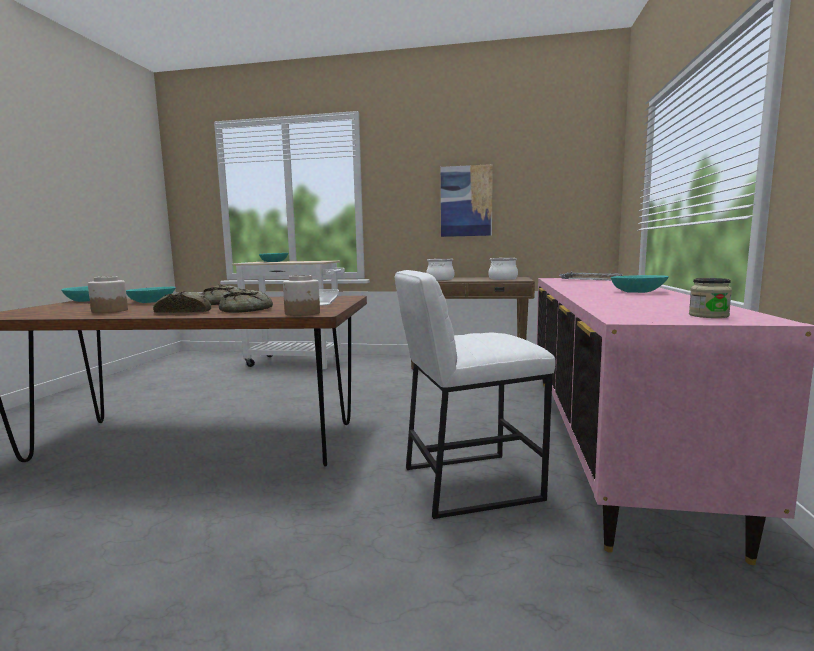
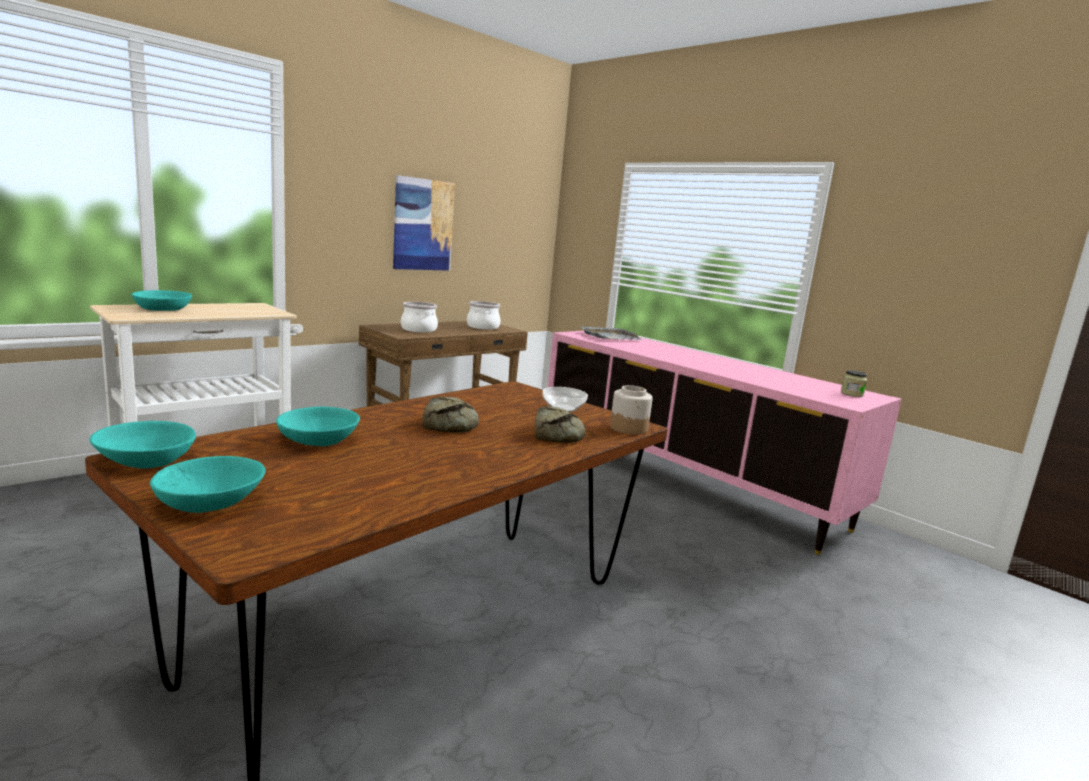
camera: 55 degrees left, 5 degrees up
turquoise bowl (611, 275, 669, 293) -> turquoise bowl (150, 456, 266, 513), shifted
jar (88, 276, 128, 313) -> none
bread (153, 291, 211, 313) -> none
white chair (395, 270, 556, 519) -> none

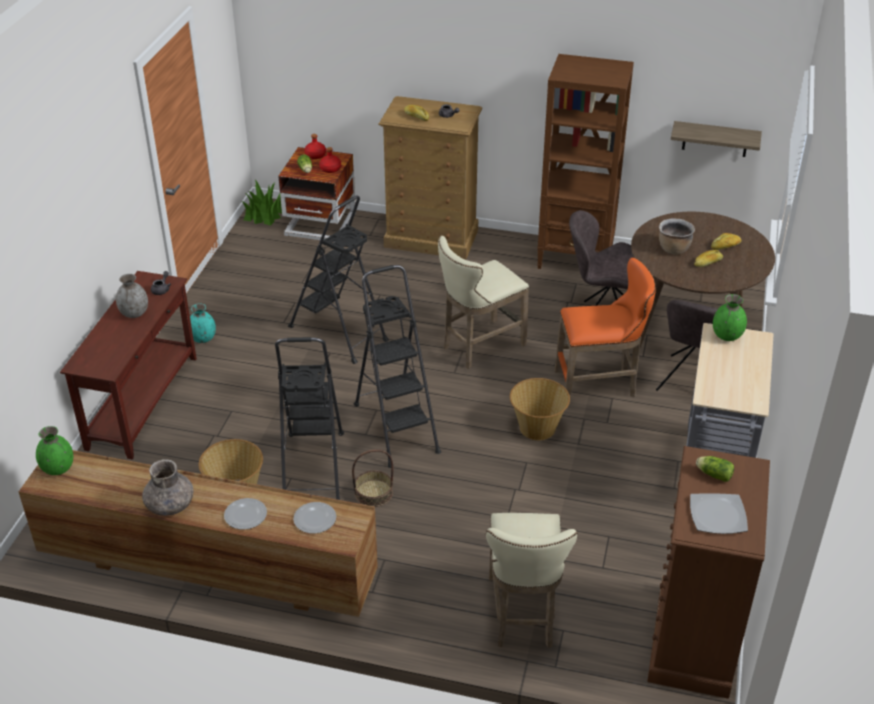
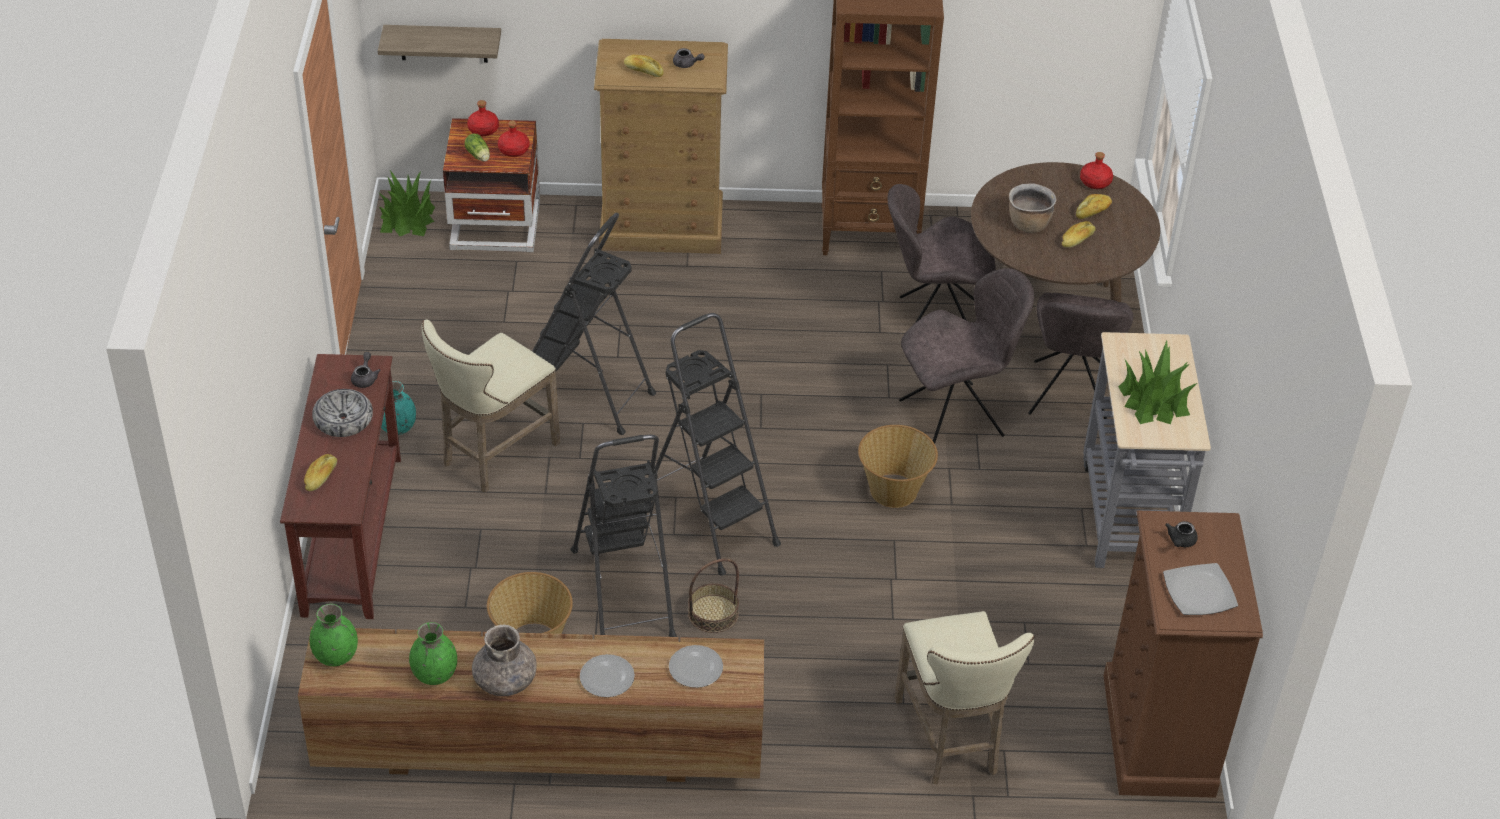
camera: 15 degrees left, 5 degrees up
none -> bread (304, 454, 337, 491)
grey vase (116, 274, 148, 318) -> bowl (312, 389, 373, 437)
shelf (671, 121, 762, 157) -> shelf (378, 25, 501, 63), shifted
green vase (713, 294, 747, 341) -> green vase (409, 622, 457, 685), shifted
beige stool (438, 236, 529, 369) -> beige stool (421, 319, 560, 493), shifted
orange stool (555, 258, 656, 397) -> grey chair (899, 268, 1034, 444)
none -> red bottle (1080, 152, 1113, 189)
none -> potted plant (1118, 341, 1197, 424)
lettuce (696, 456, 734, 482) -> black teapot (1165, 521, 1198, 547)

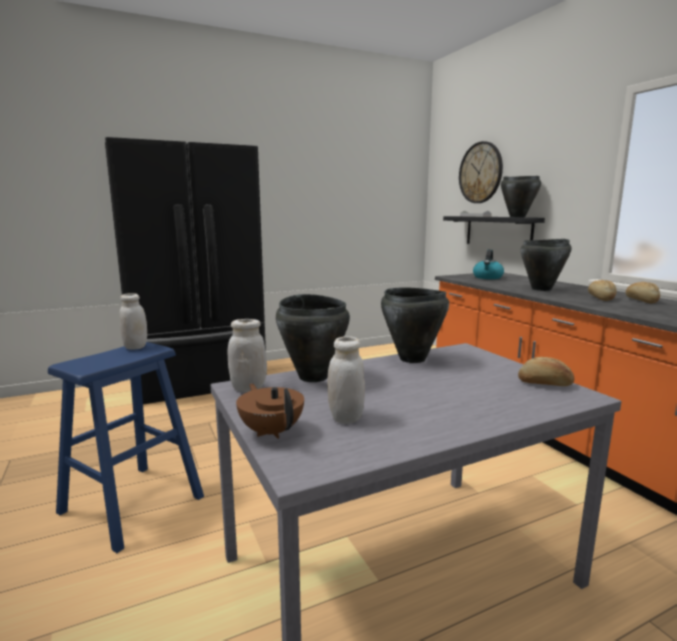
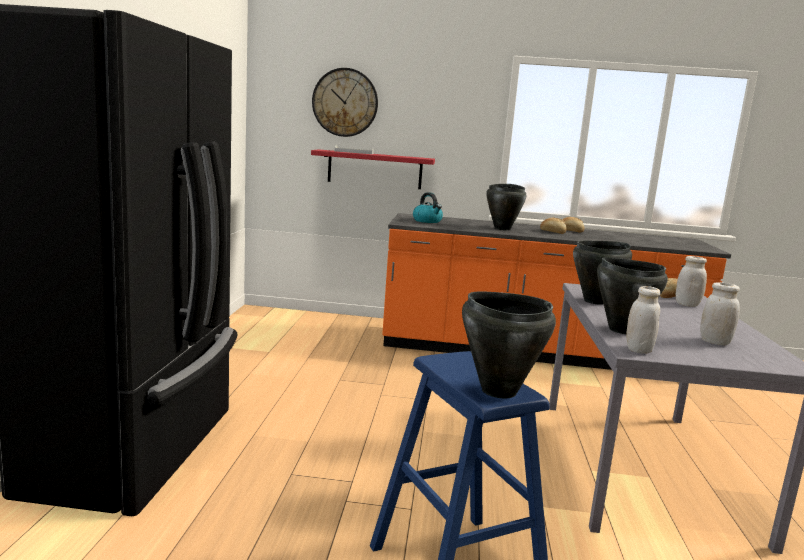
camera: 60 degrees left, 0 degrees up
black shelf (443, 216, 545, 244) -> red shelf (311, 149, 435, 189)
black cooking pot (501, 176, 541, 217) -> black cooking pot (462, 292, 556, 399), shifted
white jar (120, 293, 147, 350) -> white jar (676, 256, 707, 307), shifted
brown teapot (236, 383, 304, 439) -> none

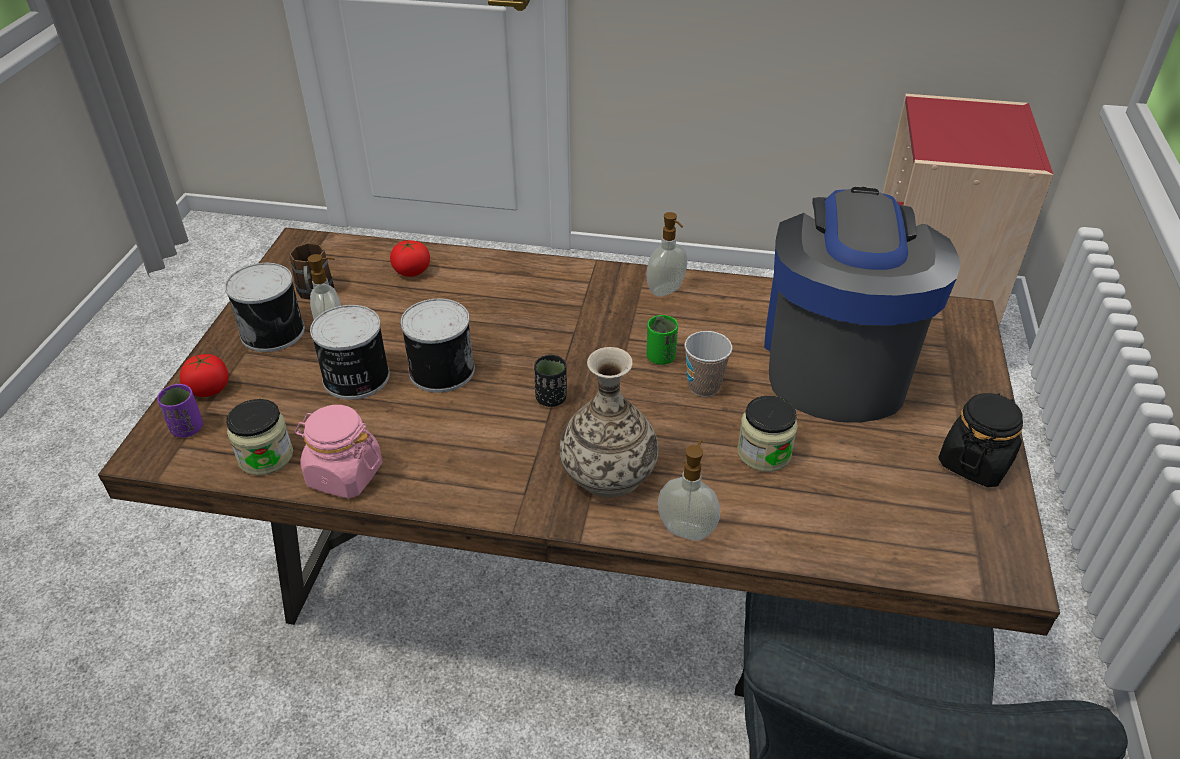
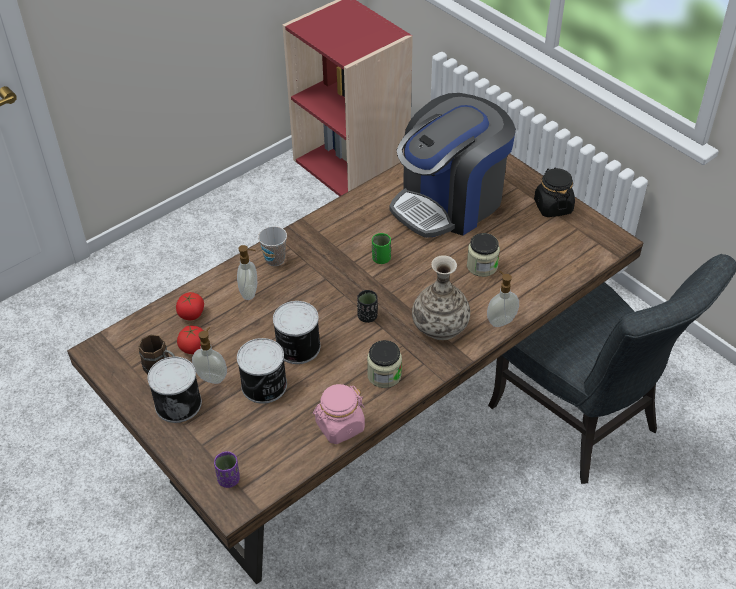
camera: 50 degrees left, 5 degrees up
tomato (180, 354, 229, 397) -> tomato (177, 326, 204, 354), shifted
soap dispenser (646, 212, 687, 297) -> soap dispenser (237, 245, 257, 300), shifted
cup (685, 331, 732, 397) -> cup (258, 226, 287, 266), shifted
jar (226, 399, 293, 475) -> jar (367, 340, 402, 388), shifted
coffee machine (764, 187, 960, 423) -> coffee machine (390, 93, 516, 238), 90 degrees counterclockwise

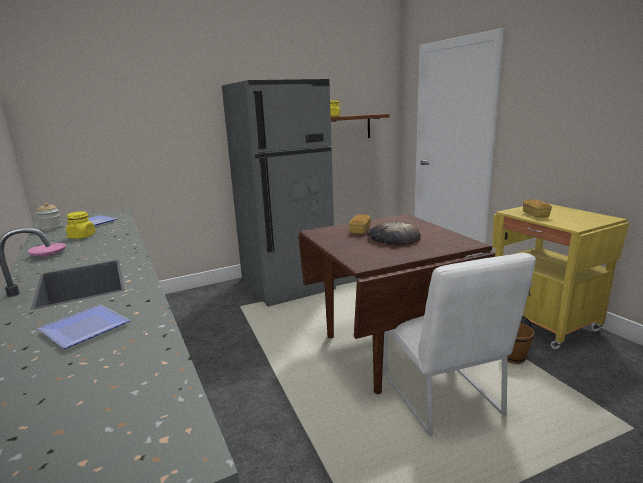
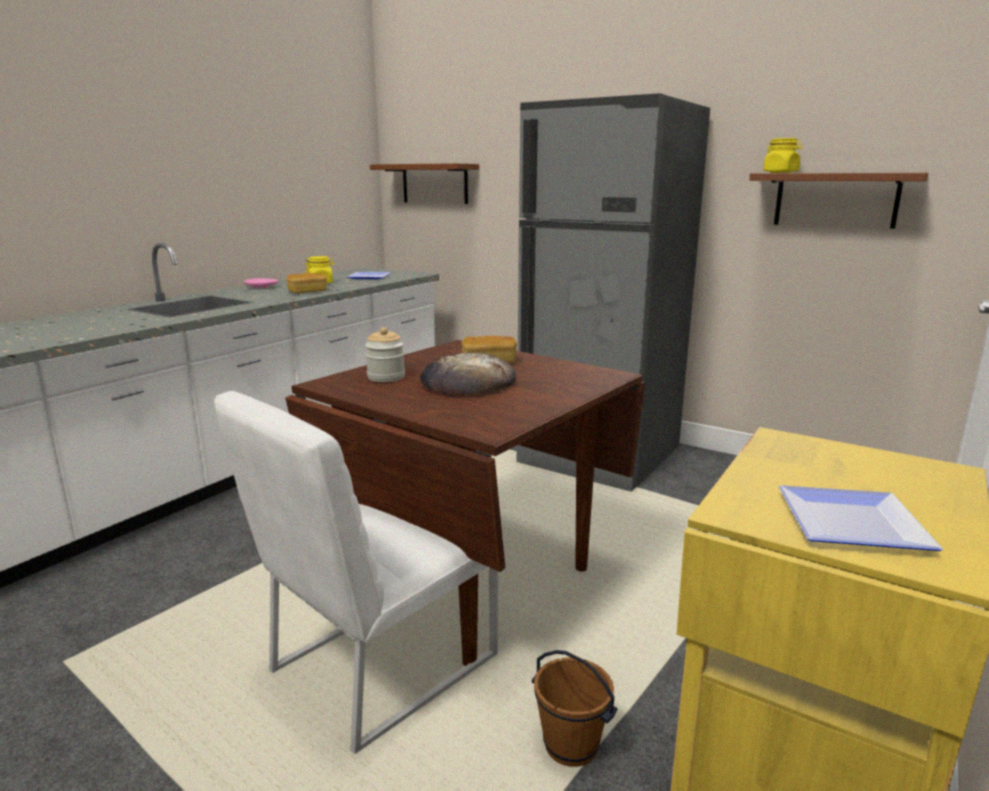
camera: 60 degrees right, 0 degrees up
bread (523, 199, 552, 218) -> bread (286, 273, 327, 293), shifted
jar (37, 203, 63, 231) -> jar (365, 327, 405, 382), shifted
none -> brown shelf (370, 163, 479, 204)
plate (38, 305, 130, 349) -> plate (779, 485, 943, 551), shifted

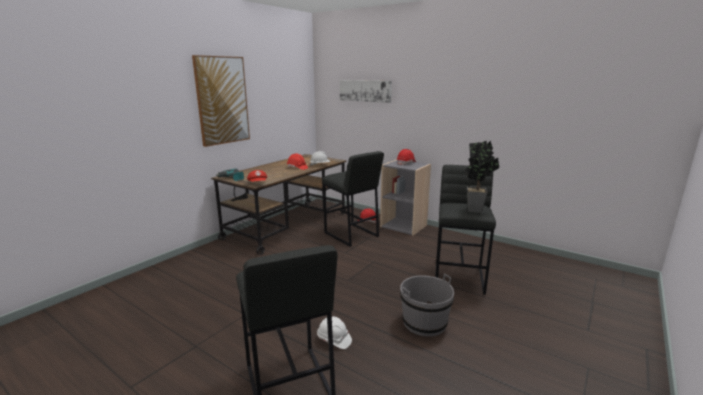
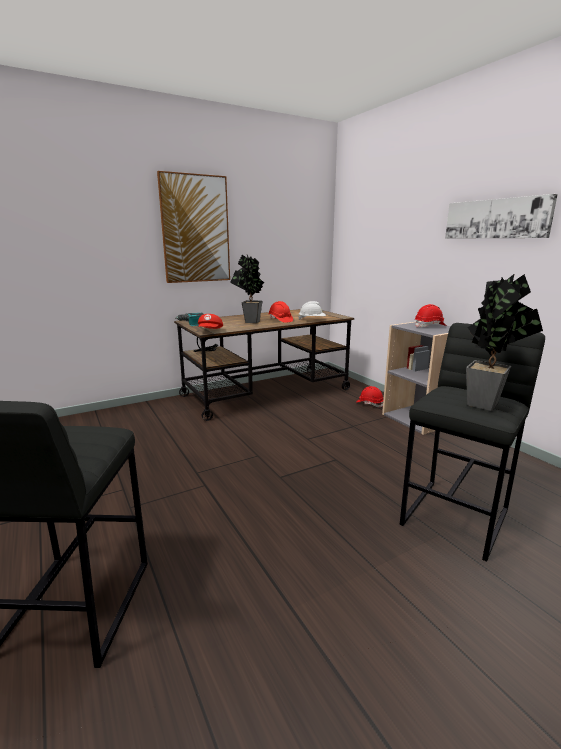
camera: 25 degrees right, 0 degrees up
none -> potted plant (230, 255, 264, 323)
picture (340, 80, 392, 103) -> picture (445, 194, 558, 239), shifted
white hard hat (317, 316, 352, 349) -> none
black stool (322, 151, 384, 247) -> none
grey bucket (400, 274, 454, 337) -> none

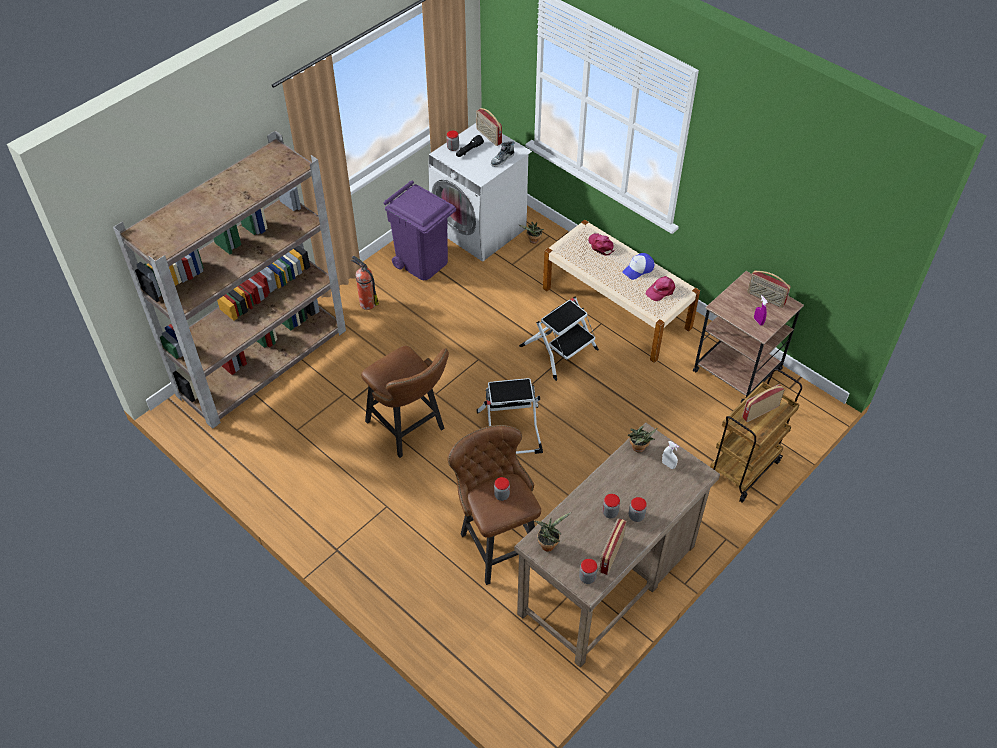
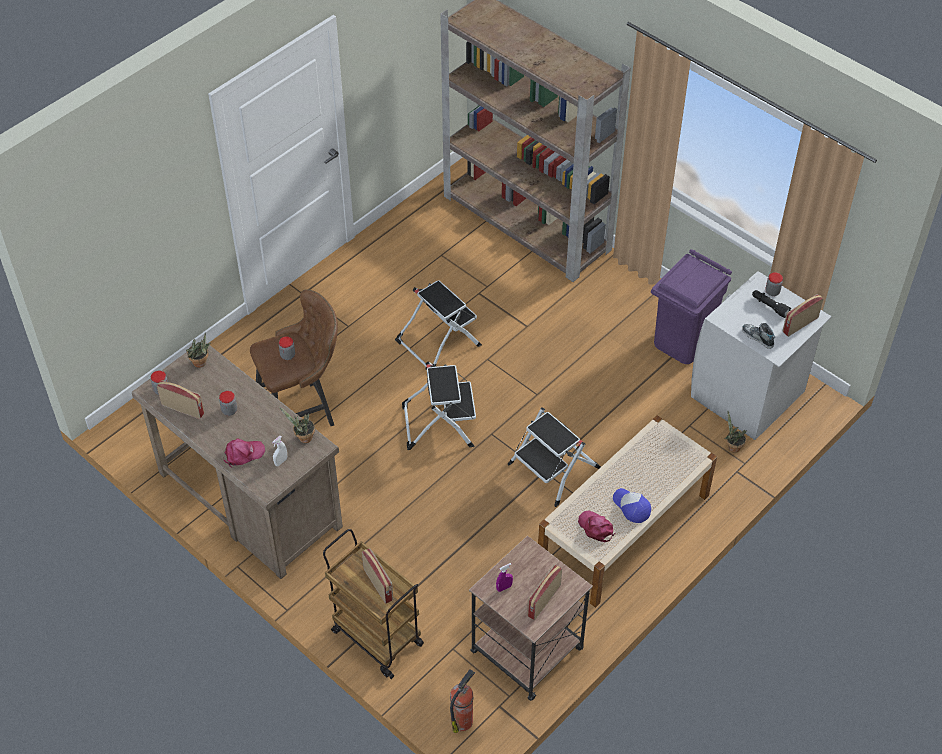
camera: 90 degrees right, 0 degrees up
pink cap (588, 233, 615, 256) -> pink cap (224, 439, 265, 467), shifted
brown stool (361, 346, 449, 458) -> step ladder (395, 280, 482, 370)
fire extinguisher (351, 256, 379, 310) -> fire extinguisher (450, 669, 475, 733), shifted
jar (629, 497, 647, 522) -> none

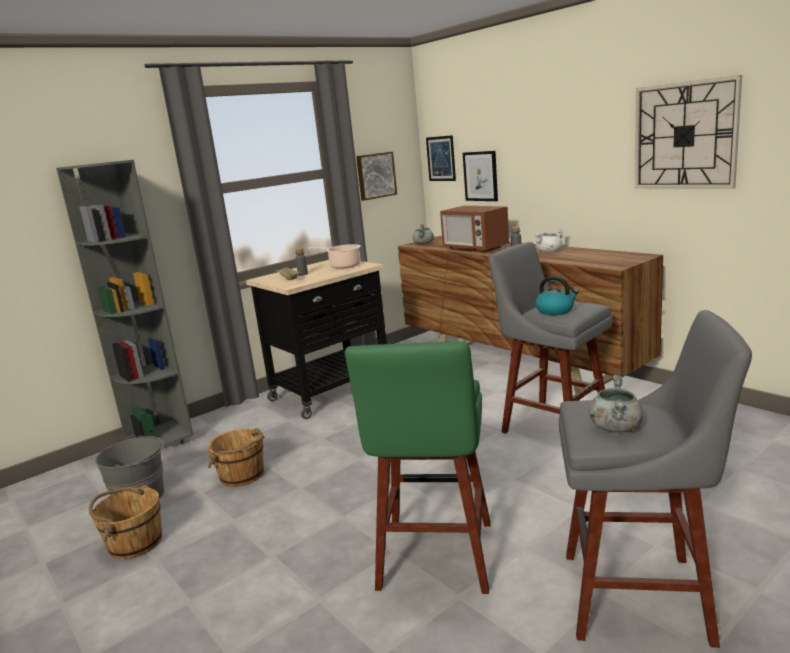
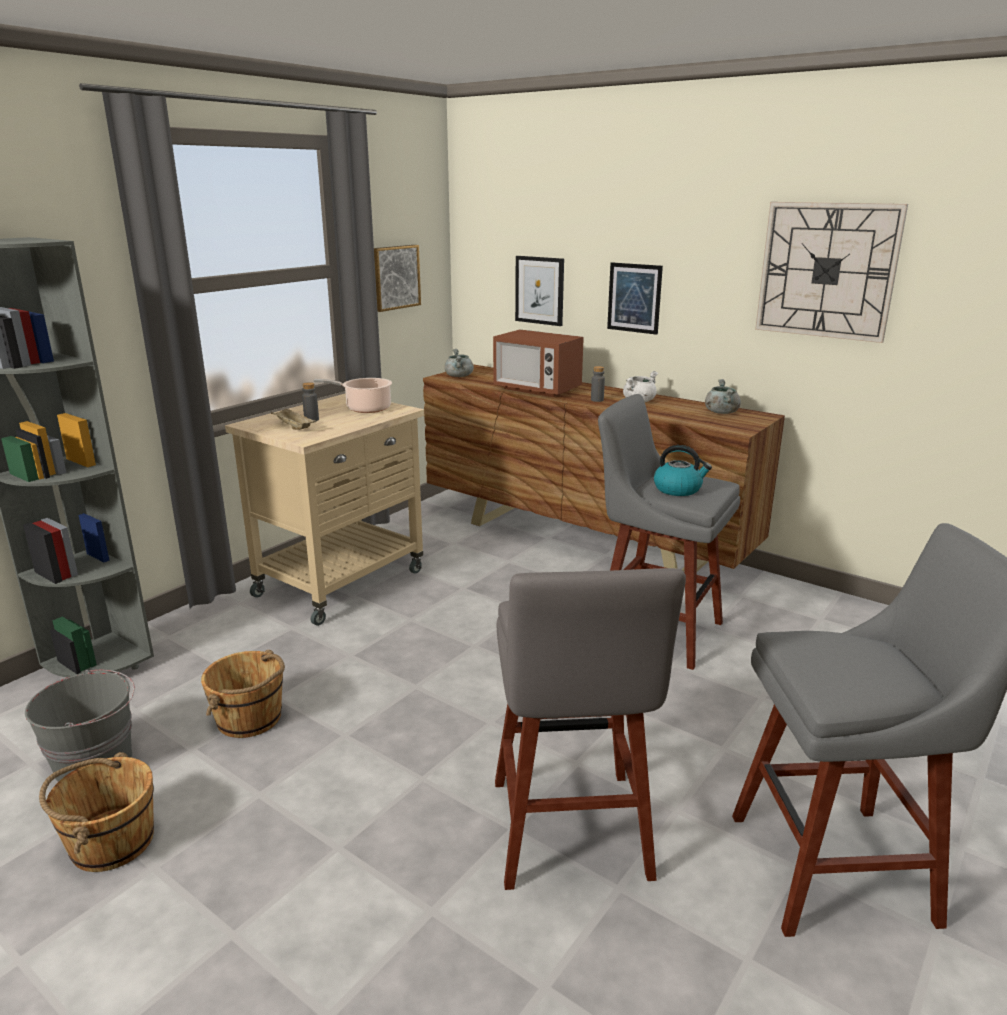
camera: 15 degrees left, 5 degrees up
black cart (246, 260, 387, 419) -> beige cart (225, 393, 424, 626)
green stool (345, 341, 491, 594) -> grey stool (495, 568, 686, 890)
picture (426, 135, 456, 181) -> picture (607, 262, 663, 335), shifted
grey cooking pot (589, 375, 644, 432) -> grey cooking pot (705, 379, 741, 414), shifted

